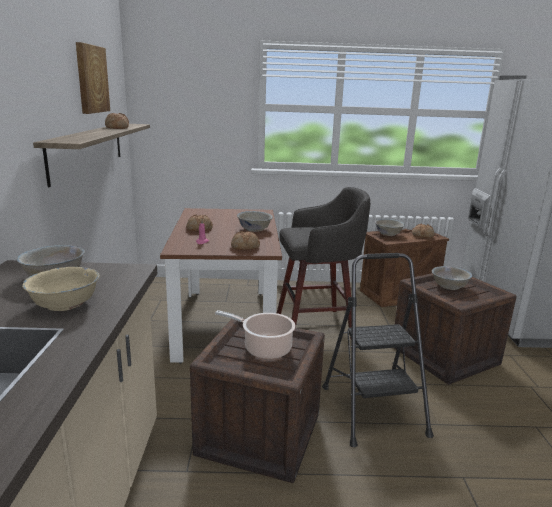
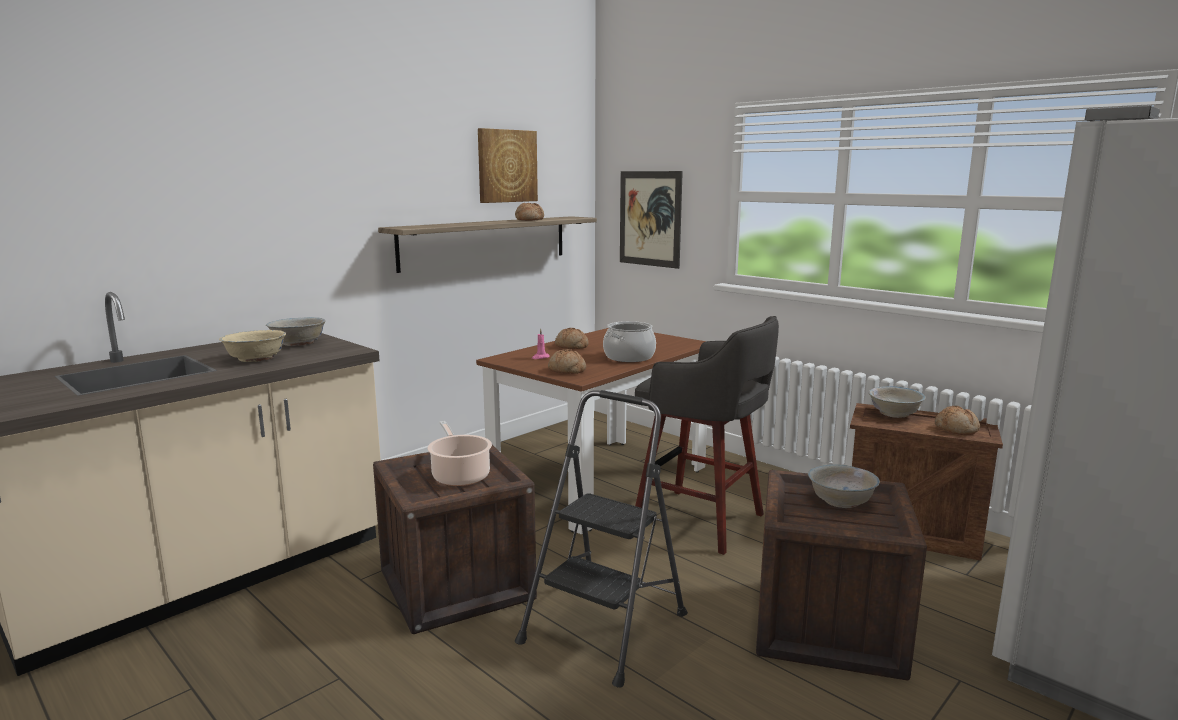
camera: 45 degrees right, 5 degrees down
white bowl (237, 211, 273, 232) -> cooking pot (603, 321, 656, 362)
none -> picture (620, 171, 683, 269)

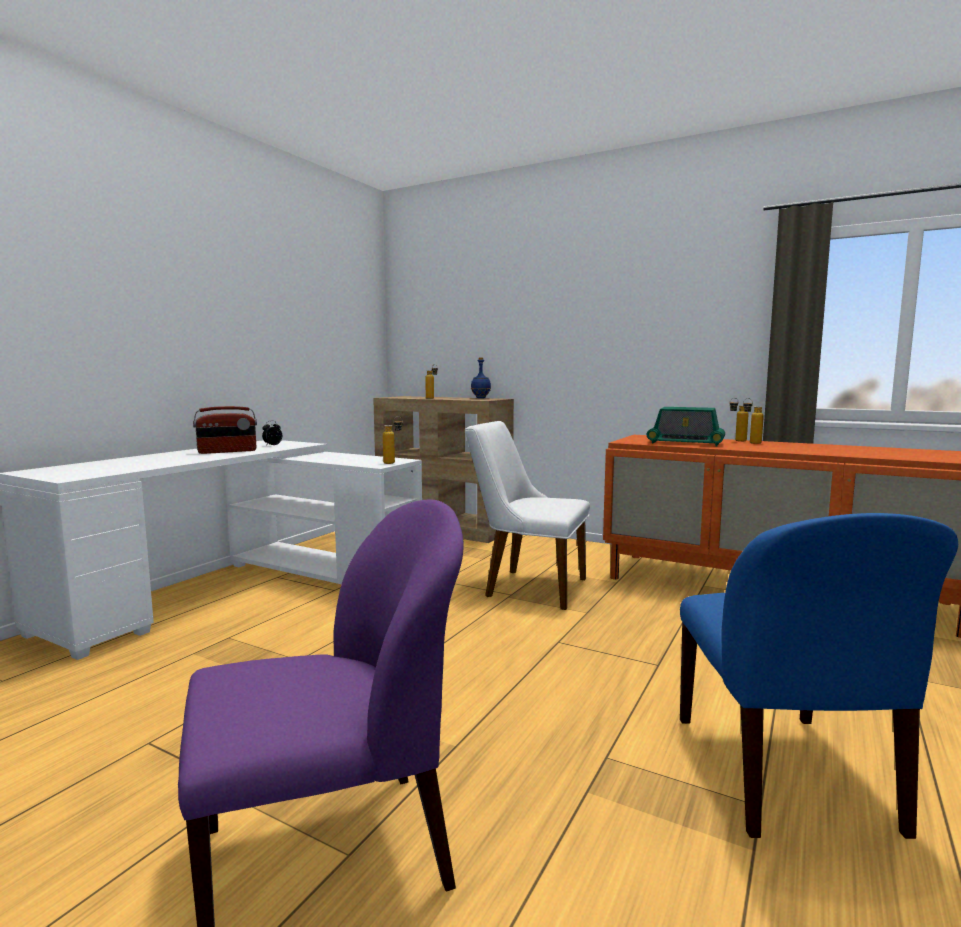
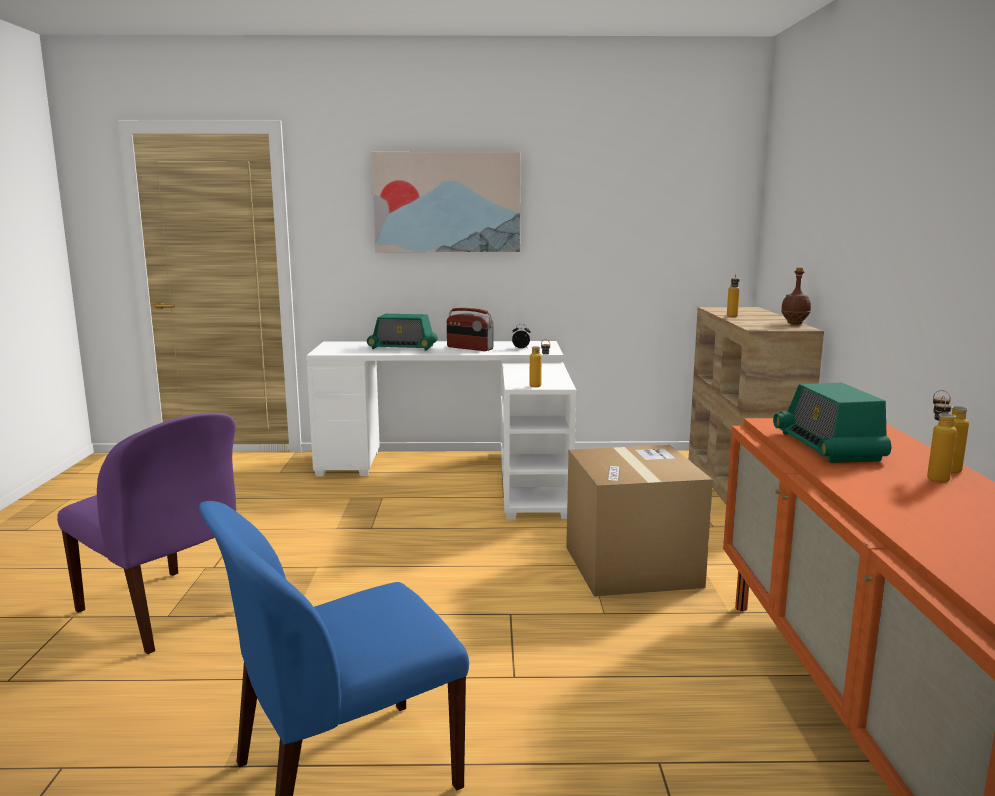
camera: 60 degrees right, 5 degrees up
none -> radio (367, 314, 438, 351)
none -> picture (371, 152, 521, 252)
white chair (465, 421, 590, 610) -> cardboard box (566, 445, 713, 597)
blue bottle (471, 357, 491, 398) -> brown bottle (781, 267, 811, 324)

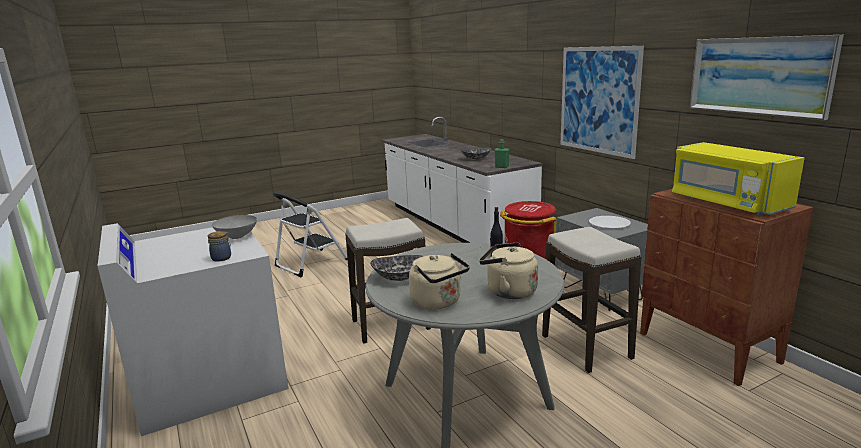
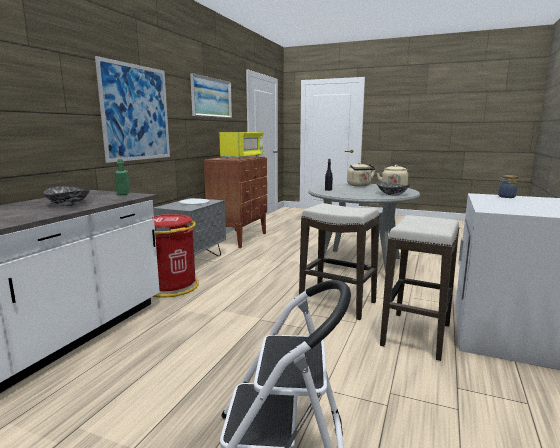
camera: 130 degrees left, 5 degrees down
stool (542, 227, 641, 373) -> stool (380, 215, 459, 361), shifted
grey bowl (212, 215, 257, 239) -> none

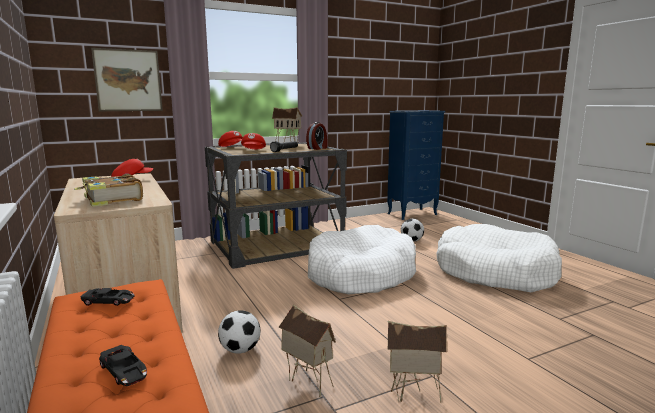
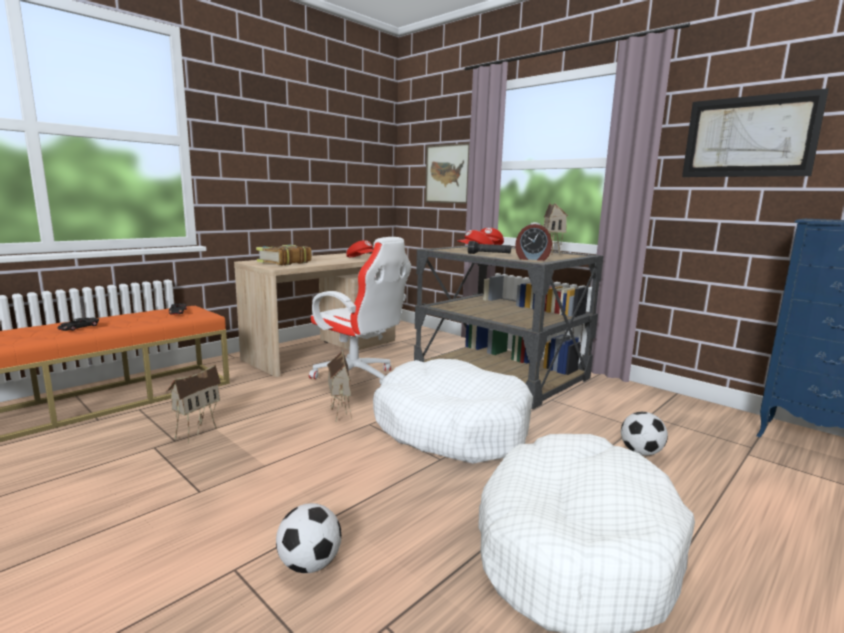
camera: 70 degrees right, 0 degrees up
football (218, 310, 260, 354) -> football (276, 503, 342, 573), shifted
none -> white office chair (309, 237, 411, 384)
toy house (388, 321, 447, 403) -> toy house (327, 351, 352, 422), shifted
none -> picture (682, 88, 829, 177)

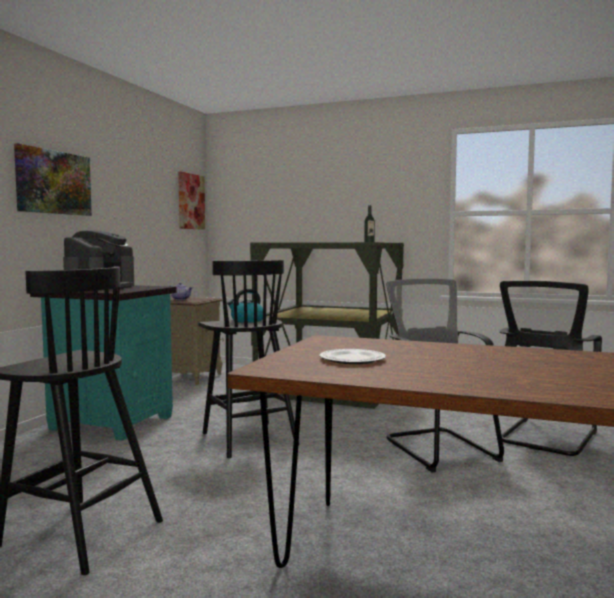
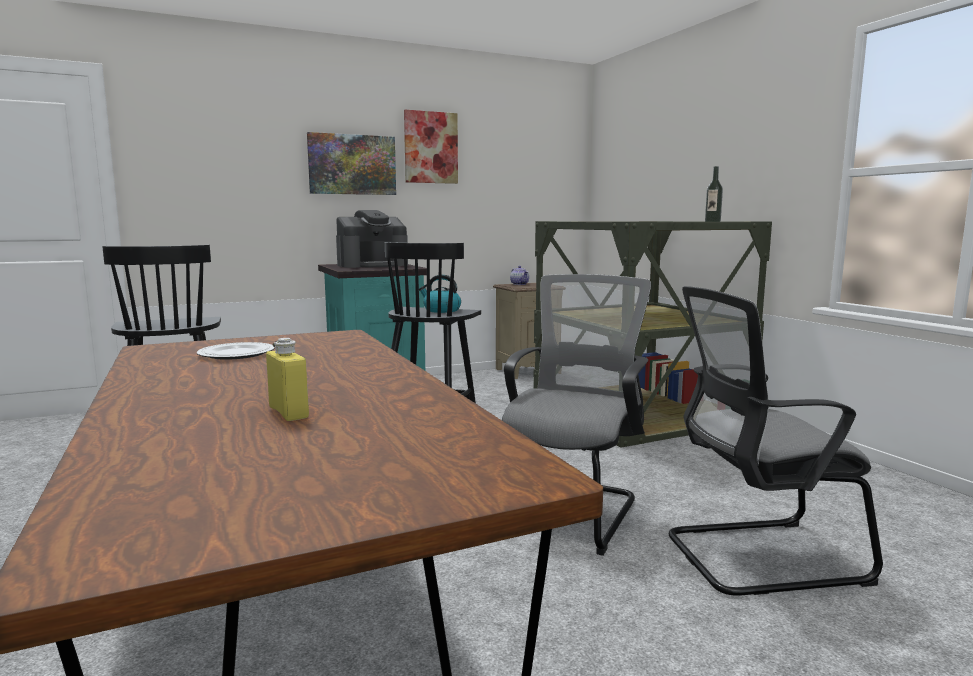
camera: 45 degrees right, 5 degrees up
none -> yellow bottle (266, 338, 309, 421)
picture (178, 172, 205, 230) -> picture (404, 110, 458, 184), shifted

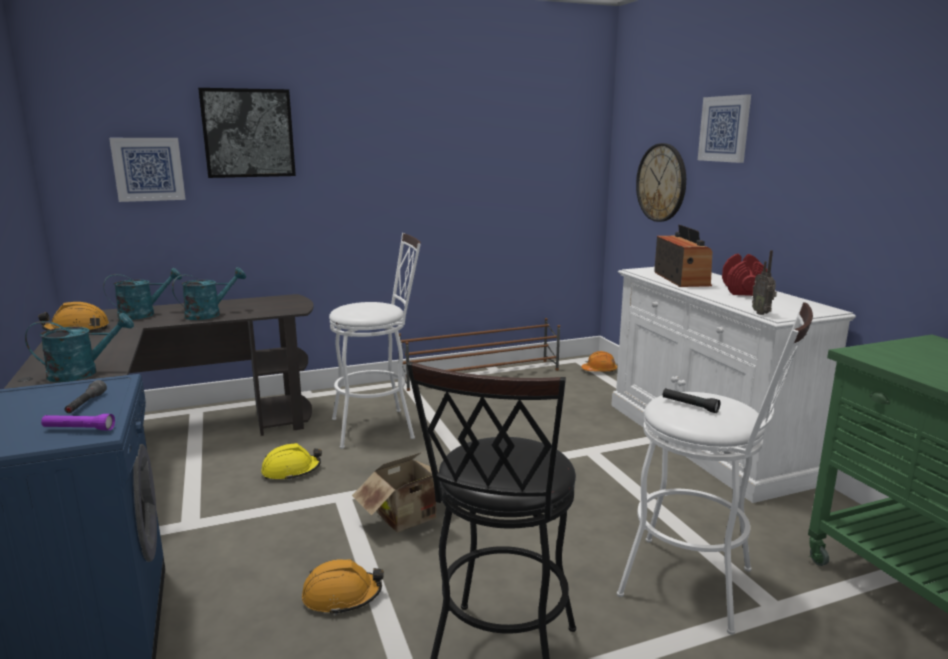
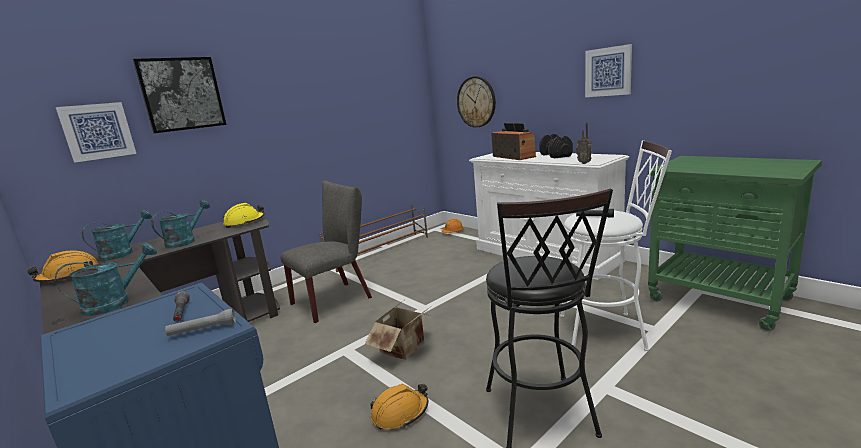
camera: 20 degrees left, 0 degrees up
purple flashlight (41, 414, 115, 430) -> grey flashlight (165, 308, 236, 336)
yellow hard hat (261, 443, 322, 481) -> yellow hard hat (223, 203, 265, 228), shifted
white stool (329, 233, 421, 449) -> grey chair (280, 181, 372, 323)
red dumbbell (722, 254, 767, 296) -> black dumbbell (539, 134, 573, 158)
picture (698, 94, 751, 163) -> picture (585, 44, 632, 97), shifted

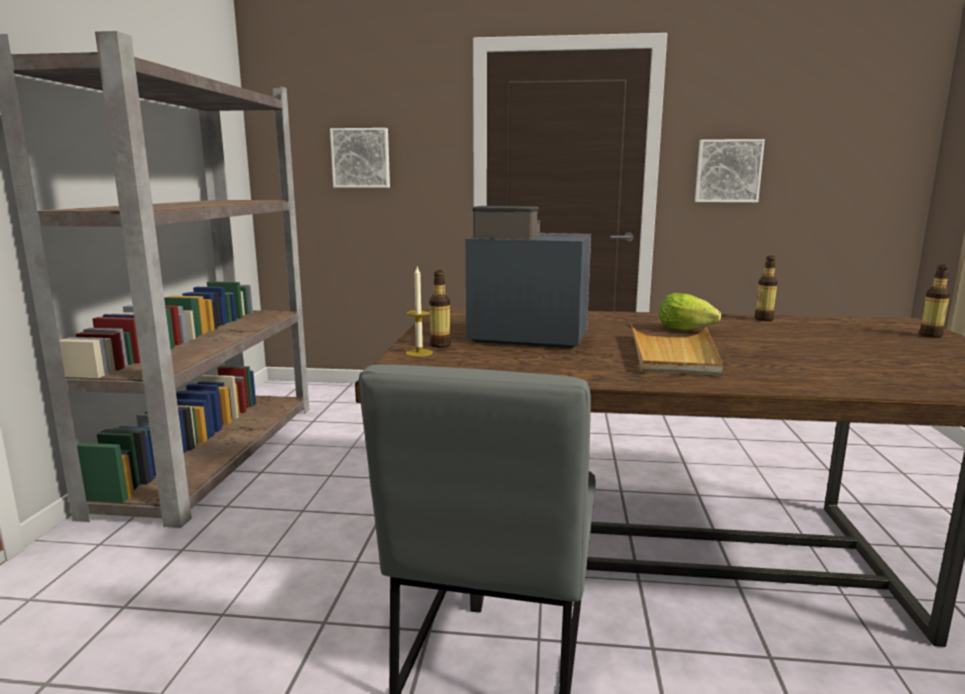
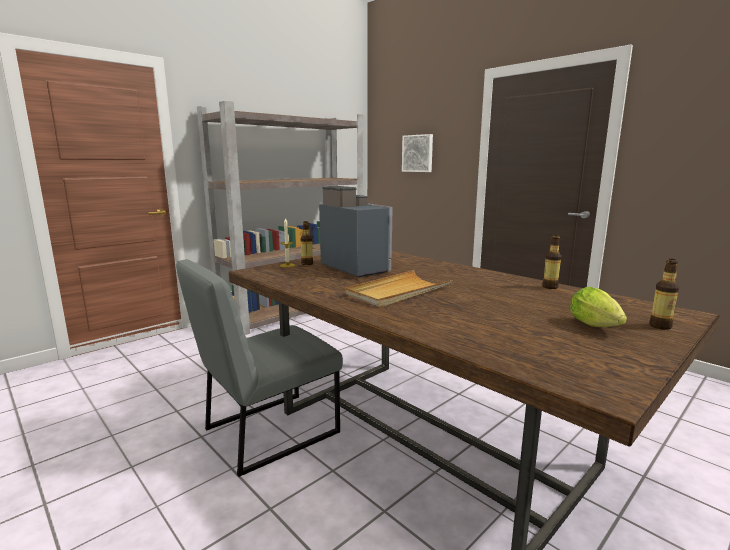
camera: 40 degrees right, 0 degrees up
lettuce (659, 293, 721, 331) -> lettuce (570, 287, 627, 327), shifted
picture (695, 139, 765, 202) -> none

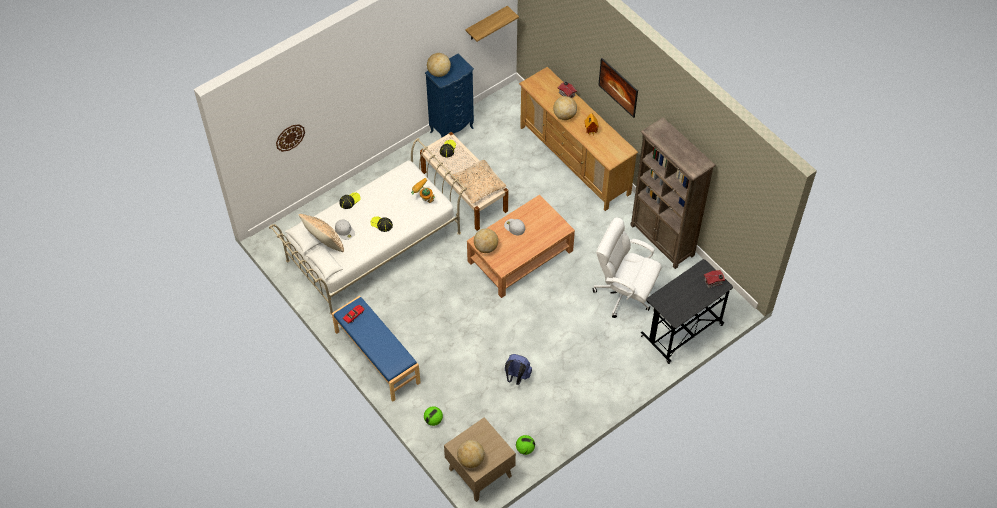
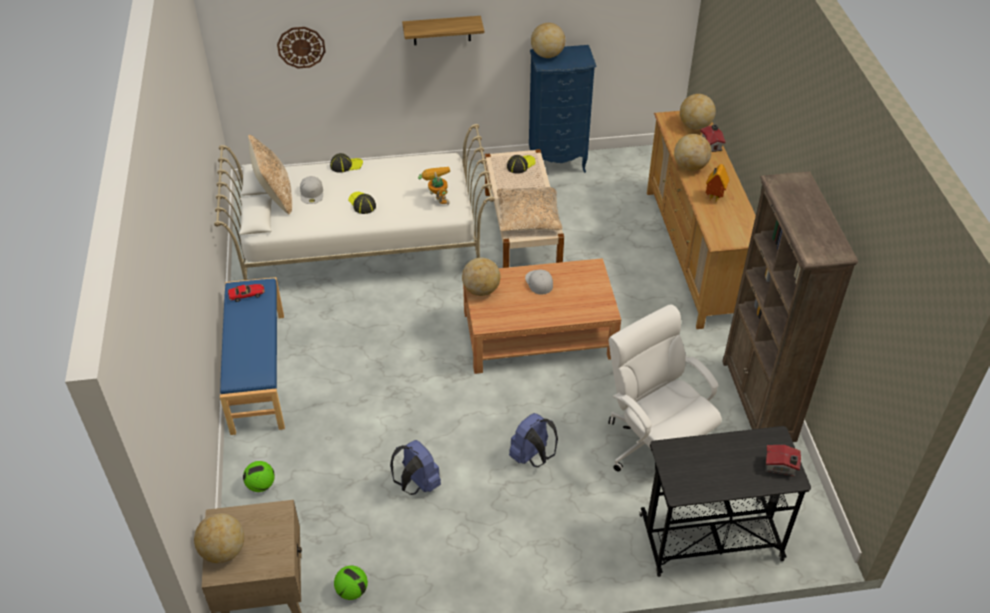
camera: 30 degrees right, 10 degrees down
shelf (465, 6, 519, 42) -> shelf (402, 16, 484, 45), shifted
none -> blue backpack (509, 413, 558, 467)
none -> globe (680, 94, 716, 130)
picture (598, 58, 638, 118) -> none

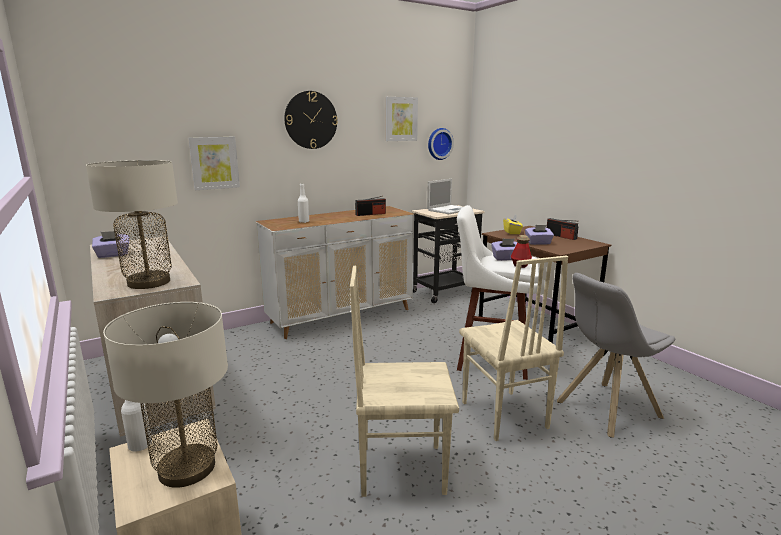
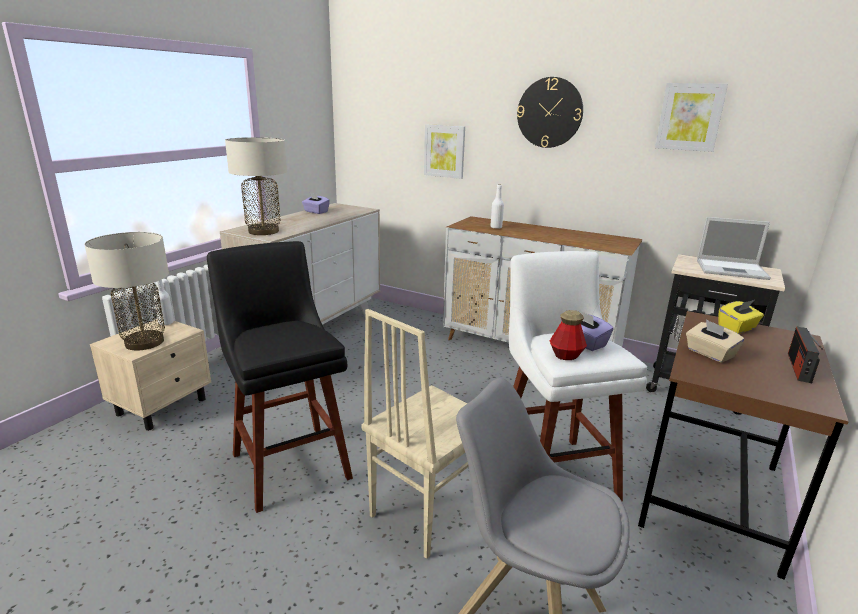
camera: 60 degrees right, 5 degrees up
beige chair (350, 266, 459, 497) -> black stool (207, 241, 353, 513)
purple tissue box (525, 225, 554, 245) -> beige tissue box (686, 320, 744, 363)
radio (355, 196, 386, 216) -> none
wall clock (428, 128, 454, 160) -> none

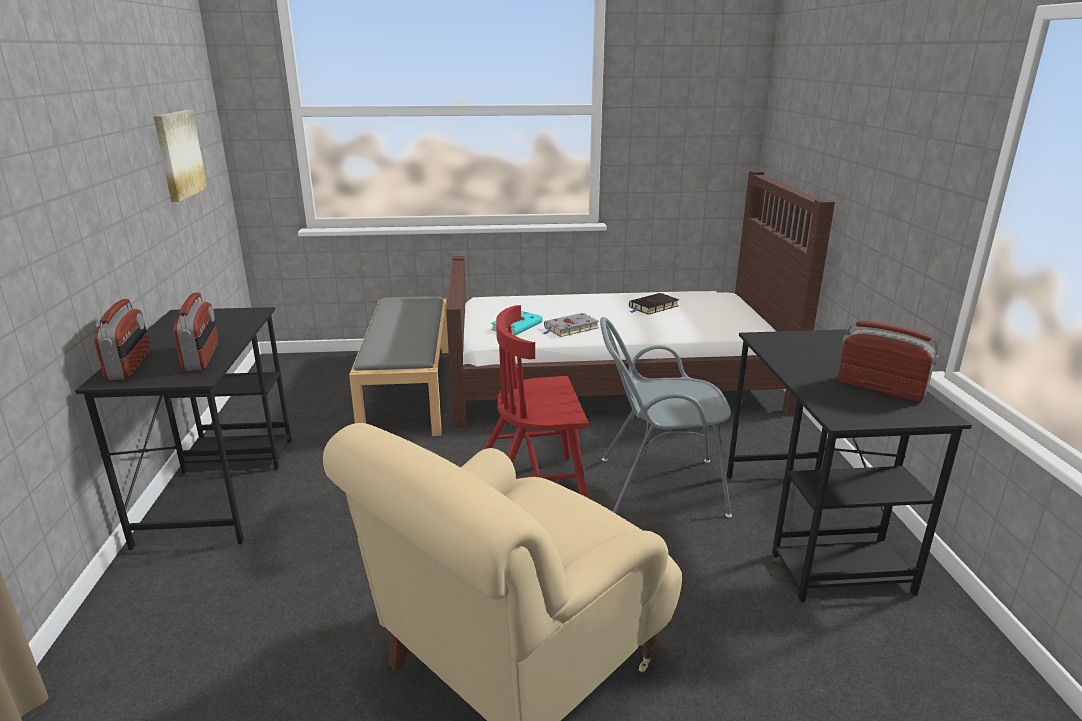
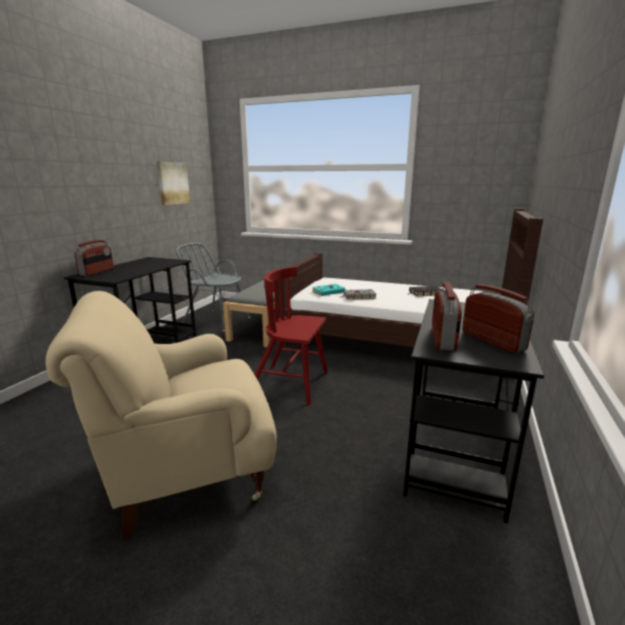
camera: 25 degrees right, 5 degrees down
grey chair (600, 317, 732, 518) -> grey chair (176, 243, 251, 332), shifted
radio (173, 292, 219, 371) -> radio (432, 282, 462, 351), shifted

